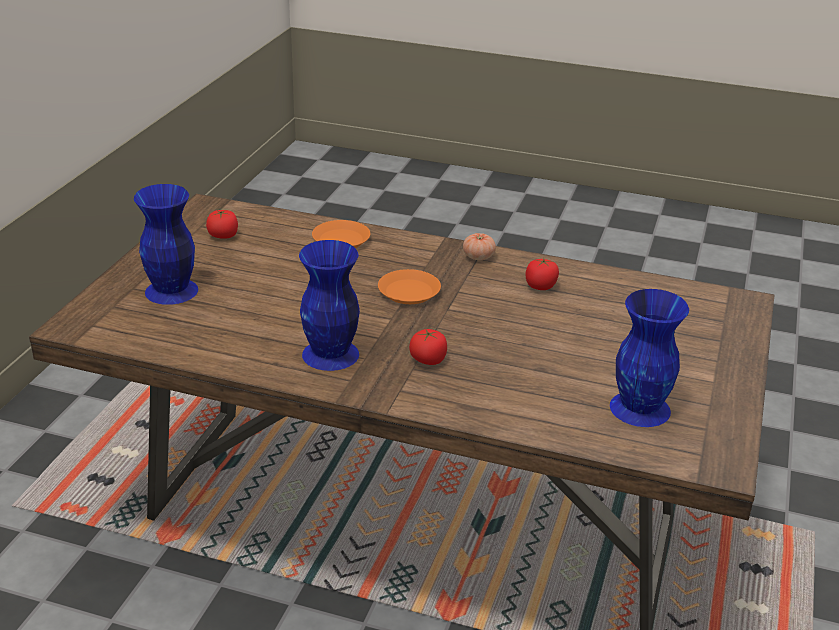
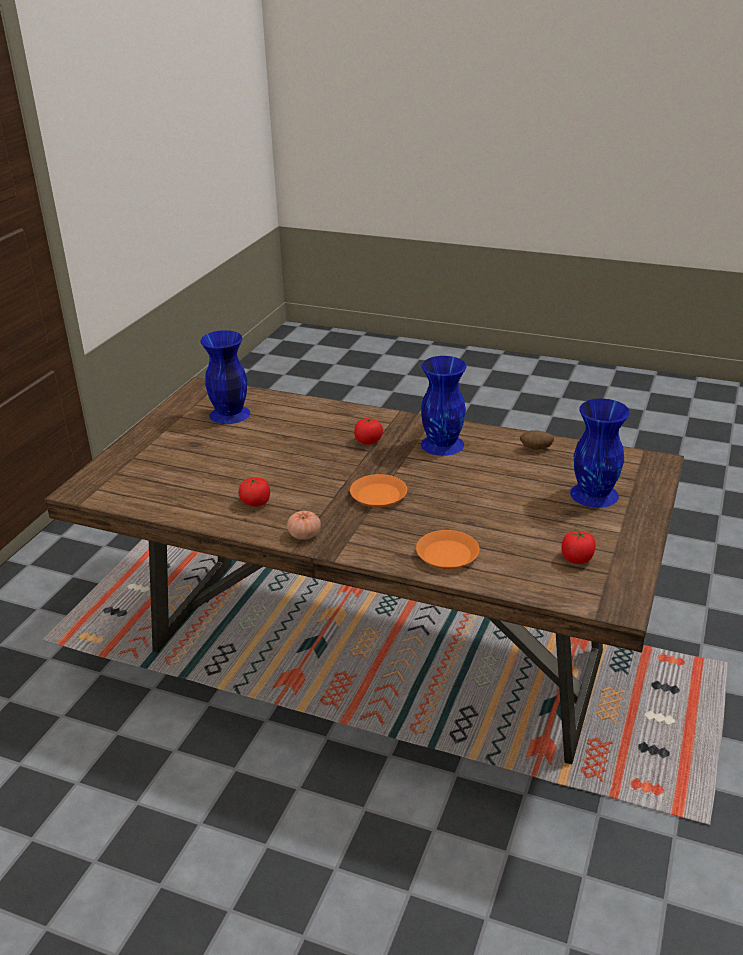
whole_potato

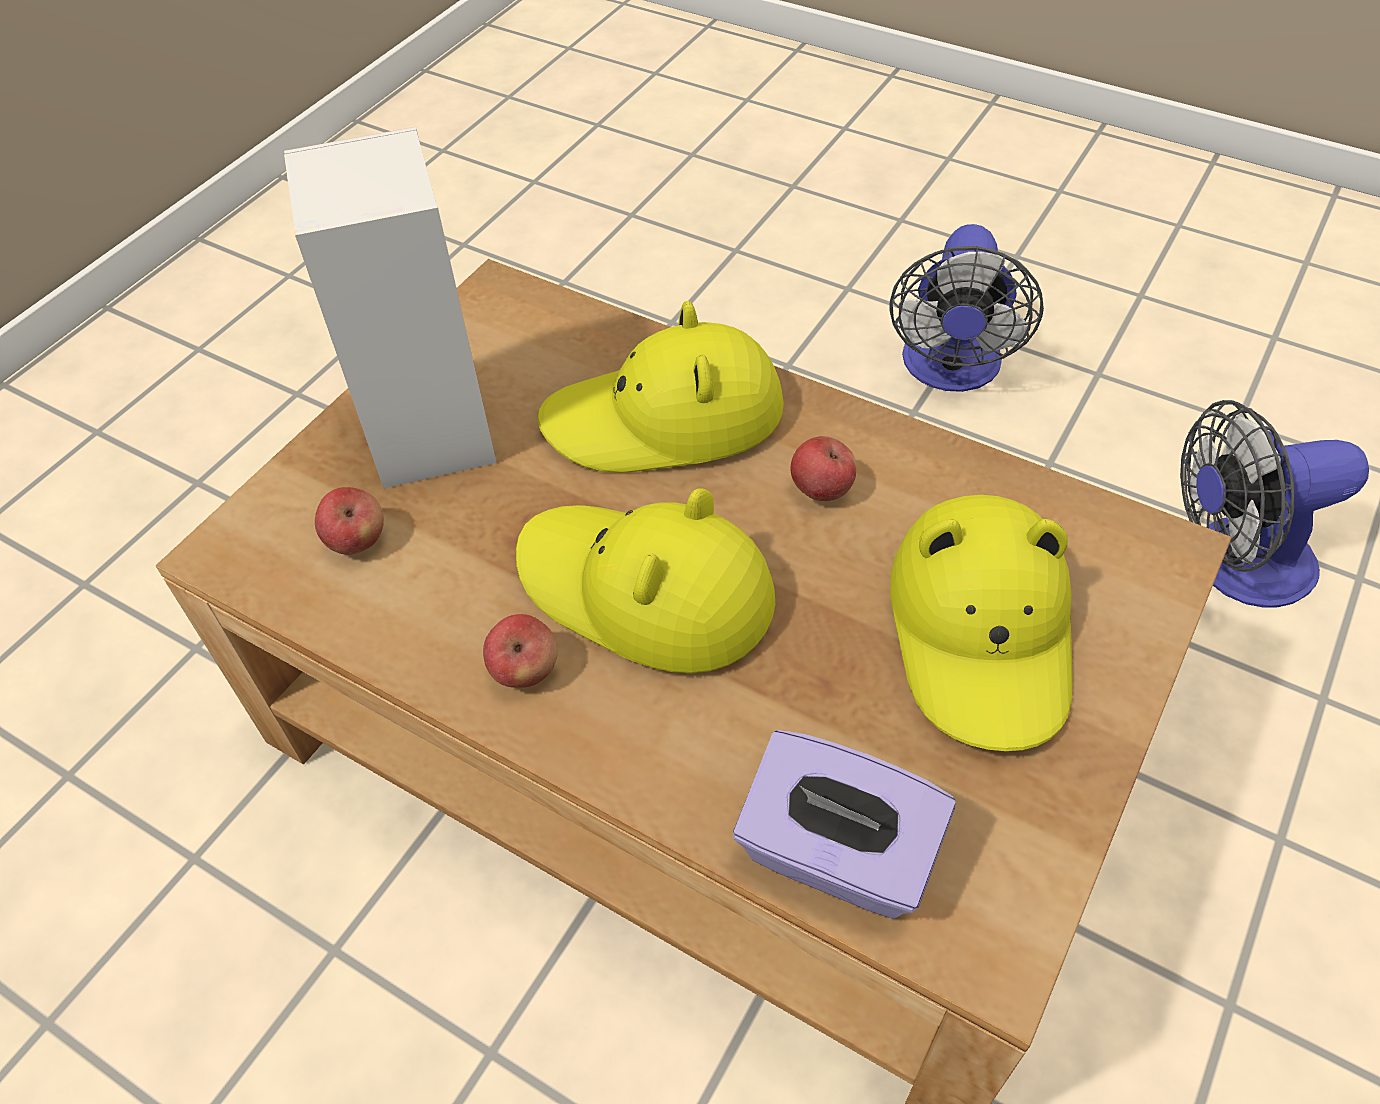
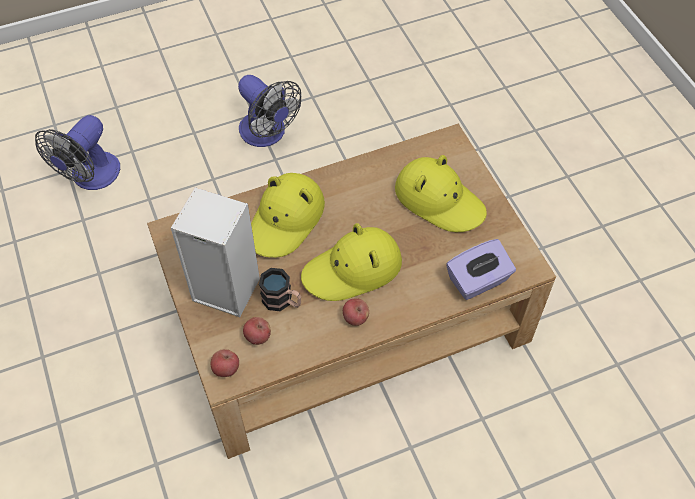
tea_mug
whole_apple (no. 1 from left)
cooling_fan (no. 1 from left)

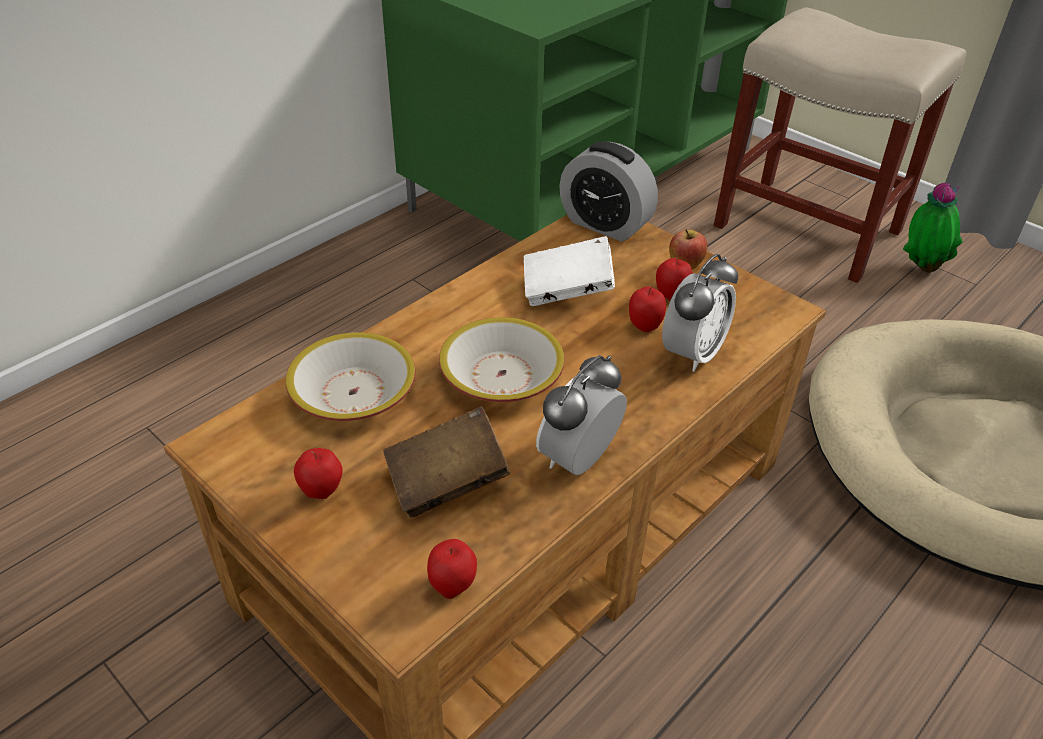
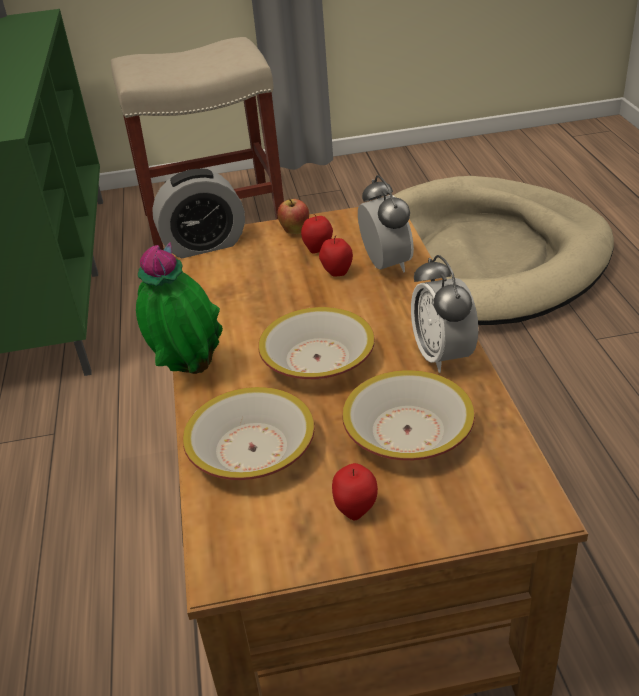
whole_apple (no. 2 from left in the first image)
white_bound_book
potted_plant
bowl (no. 3 from left)

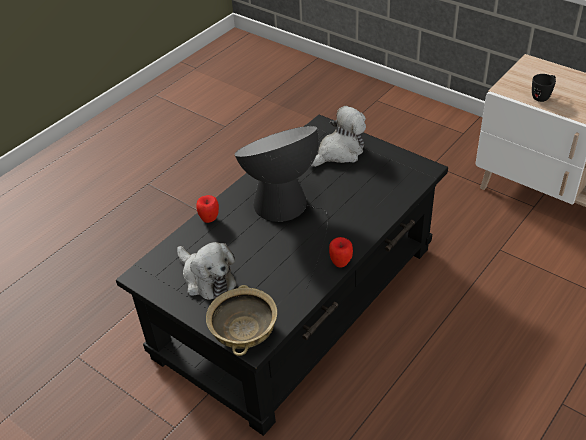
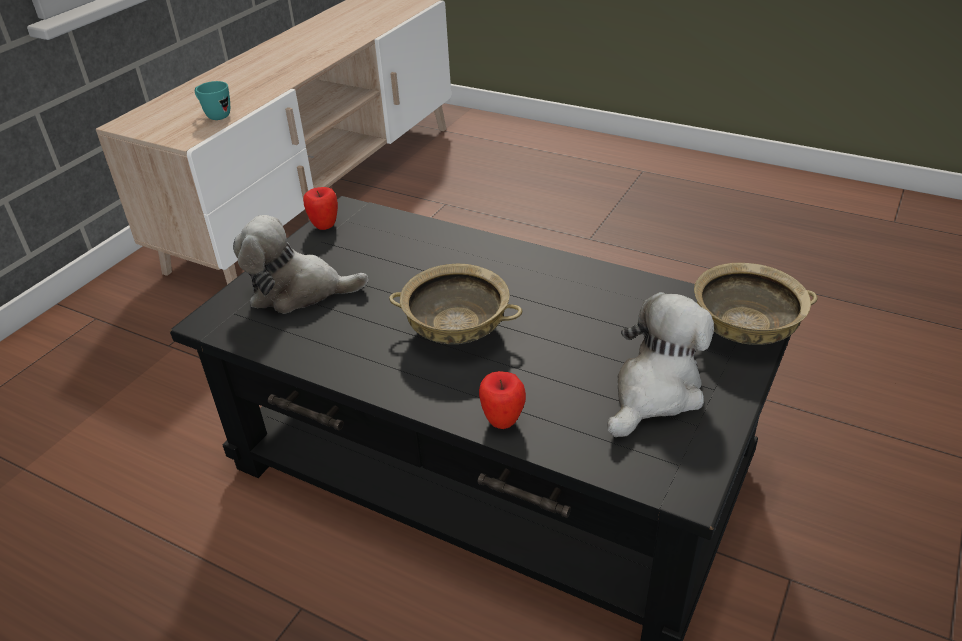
whole_apple (no. 1 from left)
sand-coloured_bowl (no. 1 from left)
blue-green_tea_mug
cuddly_toy (no. 1 from left)

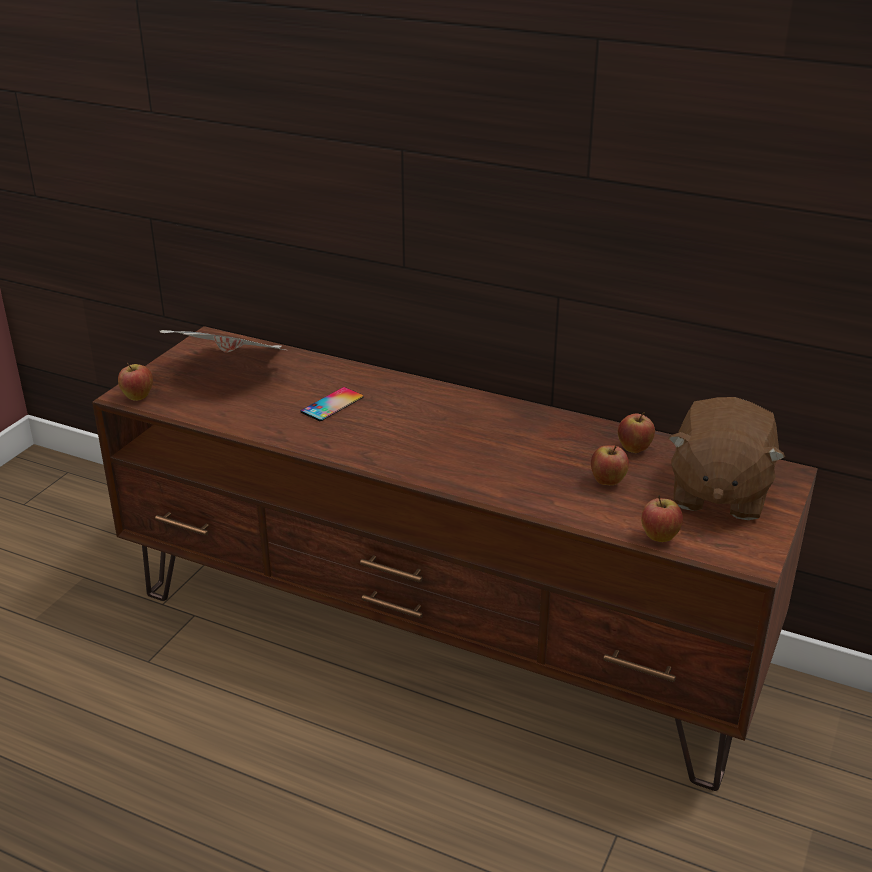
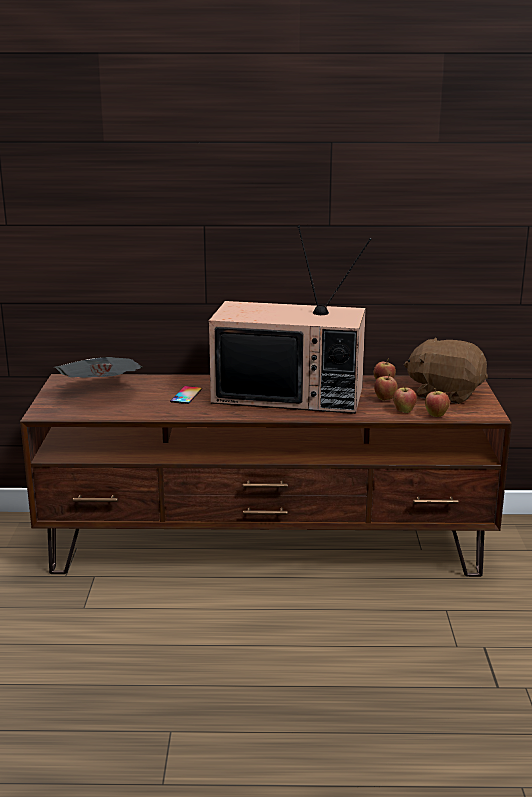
television
whole_apple (no. 3 from left)
brown_cuddly_toy

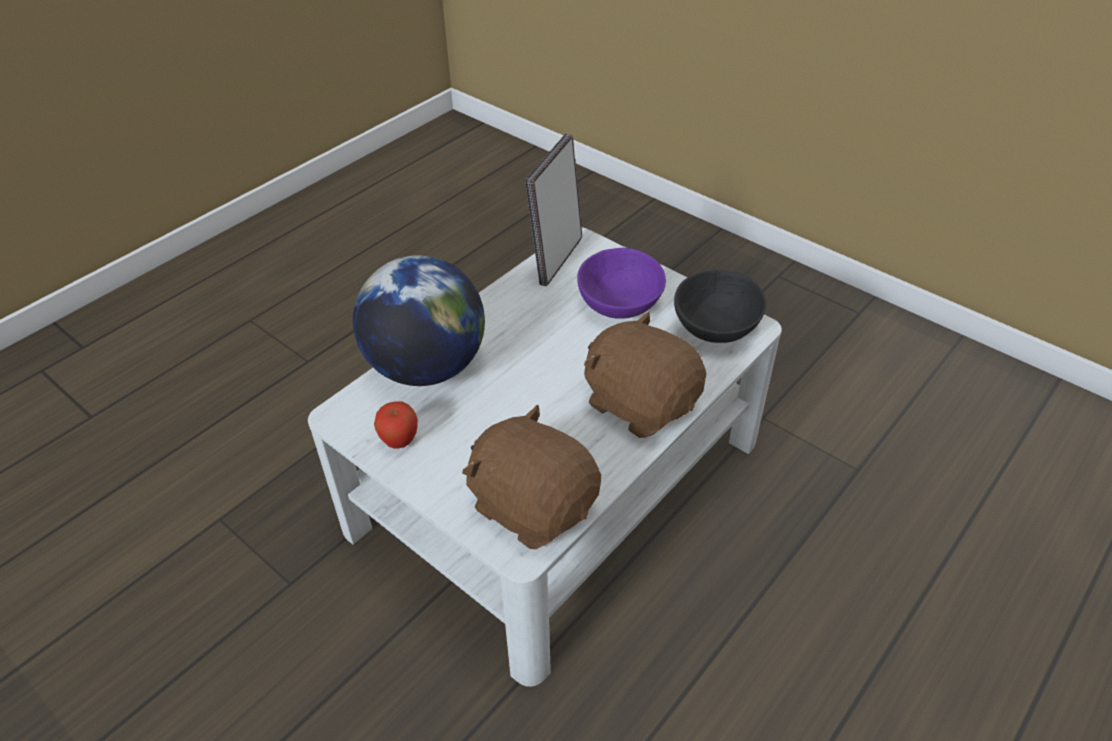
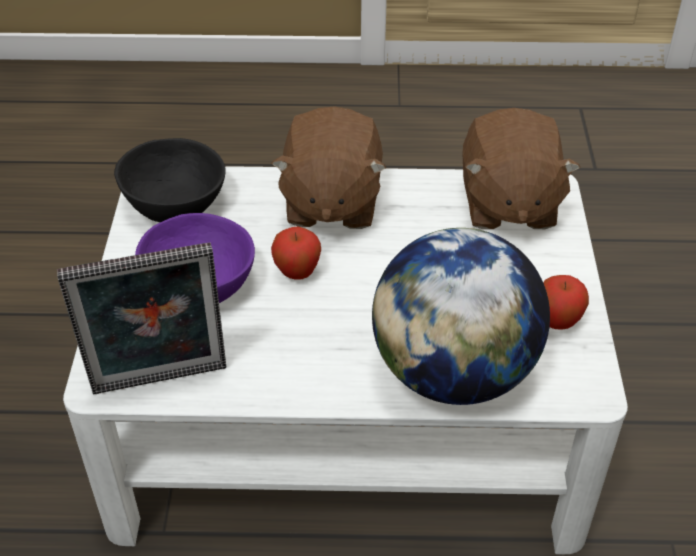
whole_apple (no. 1 from left)

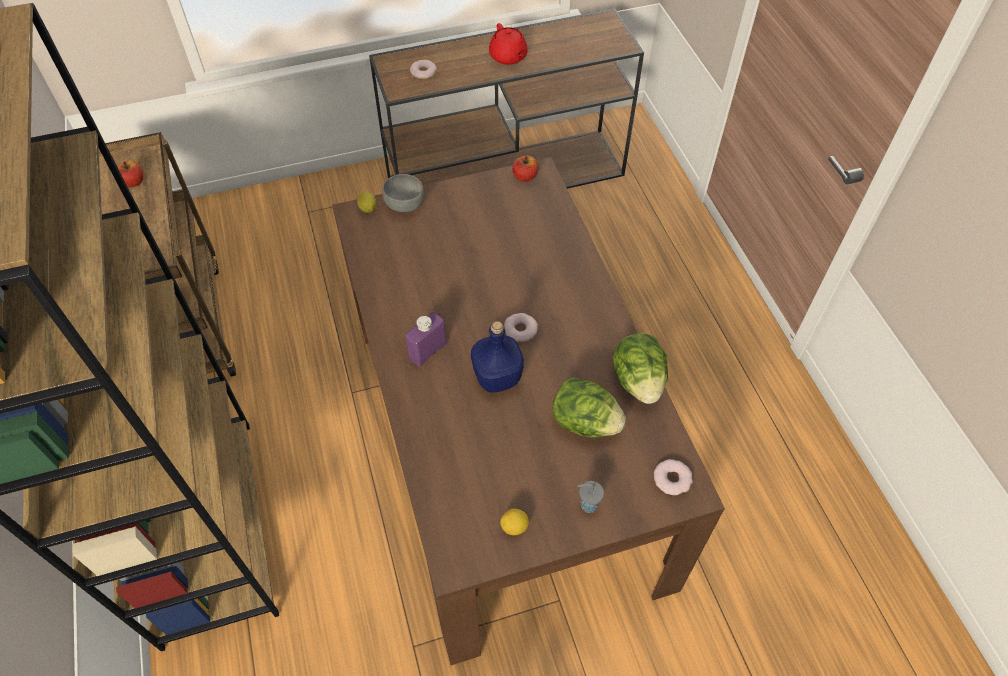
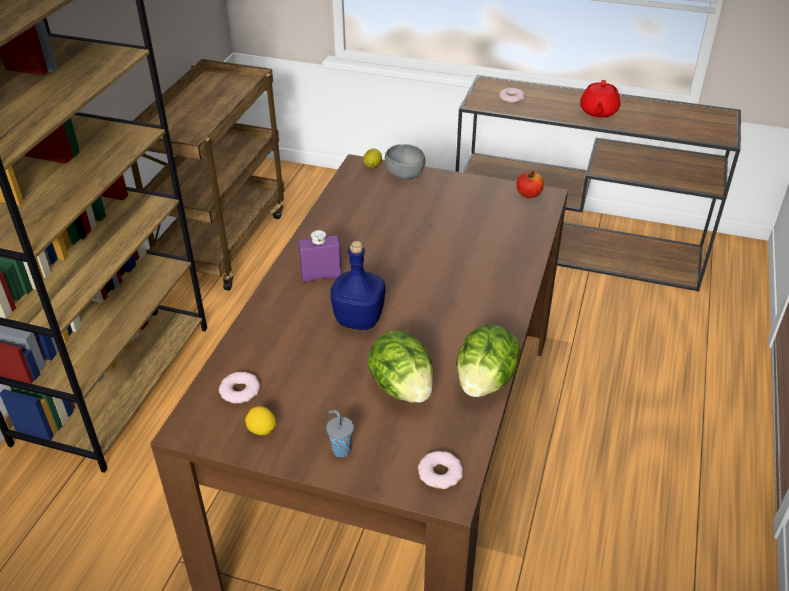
whole_apple (no. 1 from left in the first image)
doughnut (no. 1 from left)

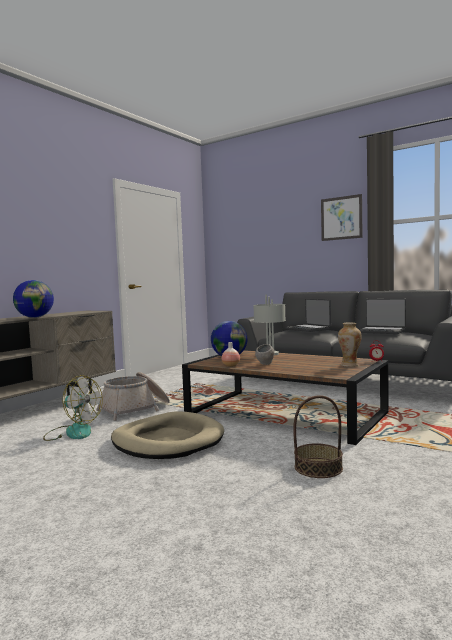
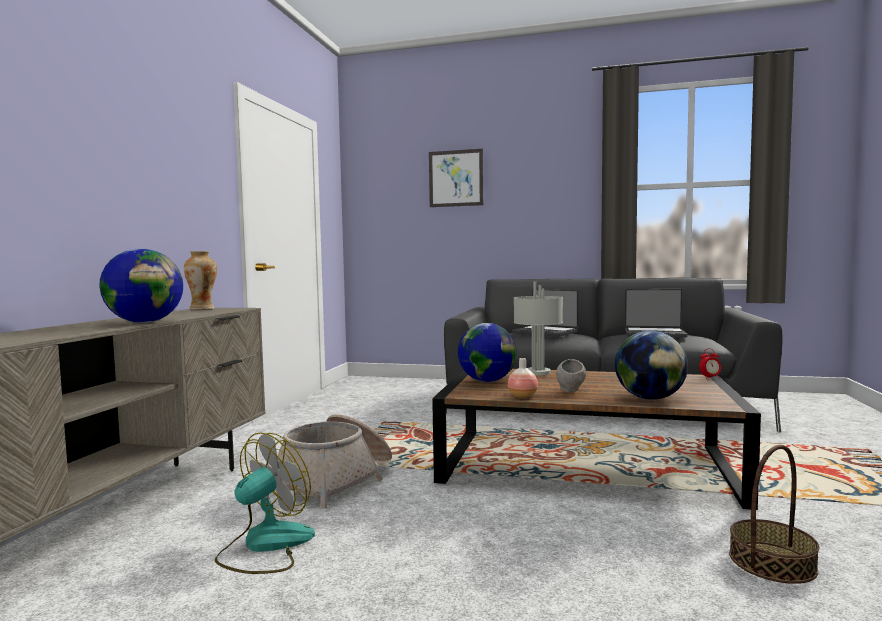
sand-coloured_dog_cushion
desk_globe (no. 3 from left)
picture
decorative_vase (no. 1 from left)
cooling_fan

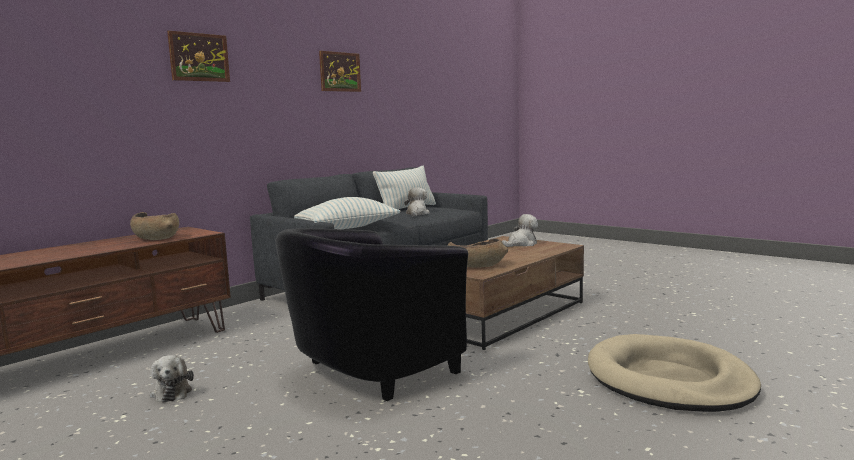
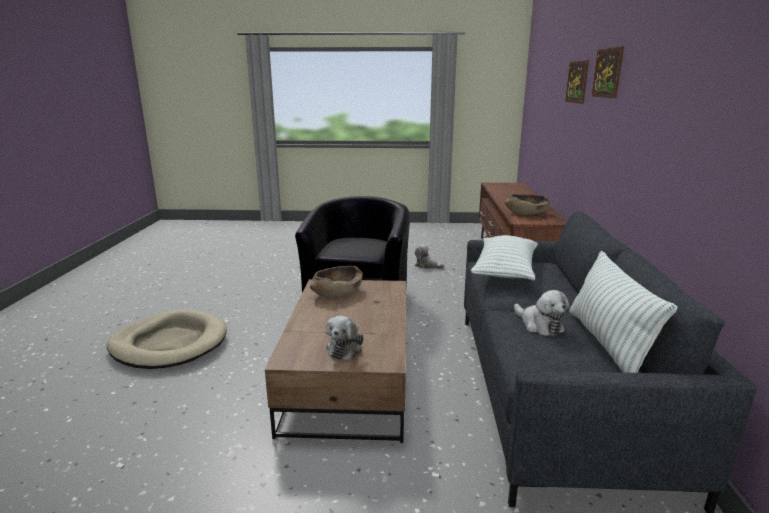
picture (no. 1 from left)

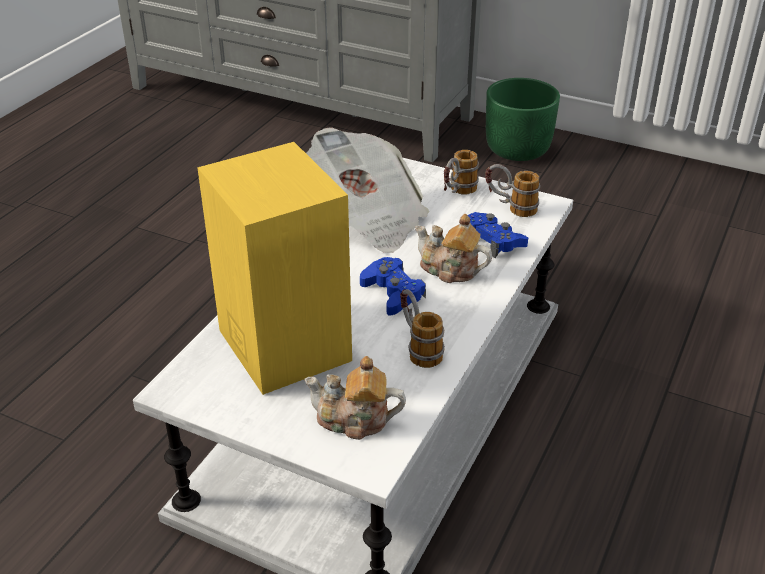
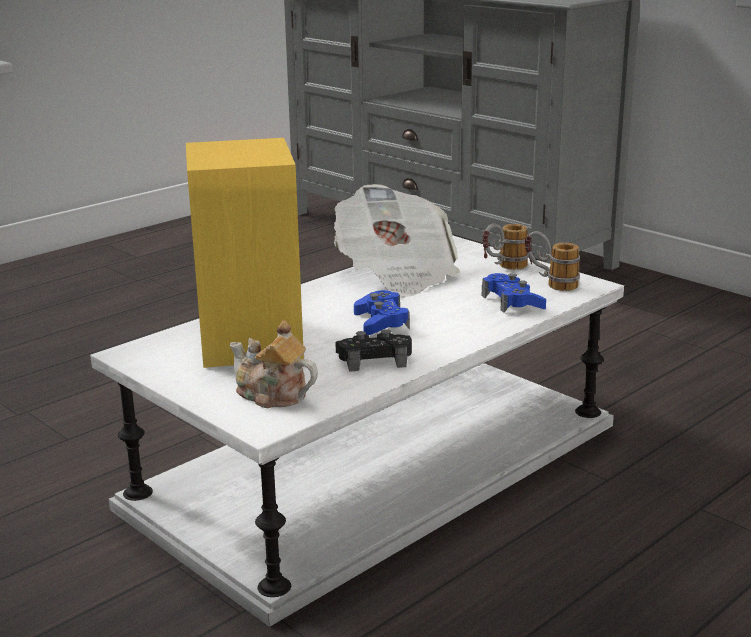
teapot (no. 2 from left in the first image)
green_flower_pot
black_gamepad

